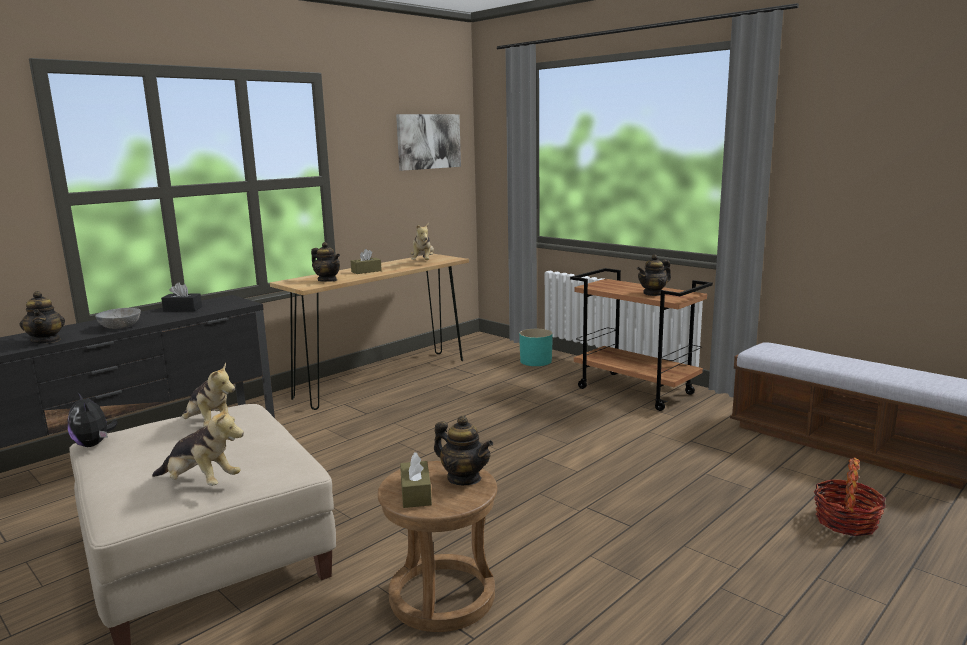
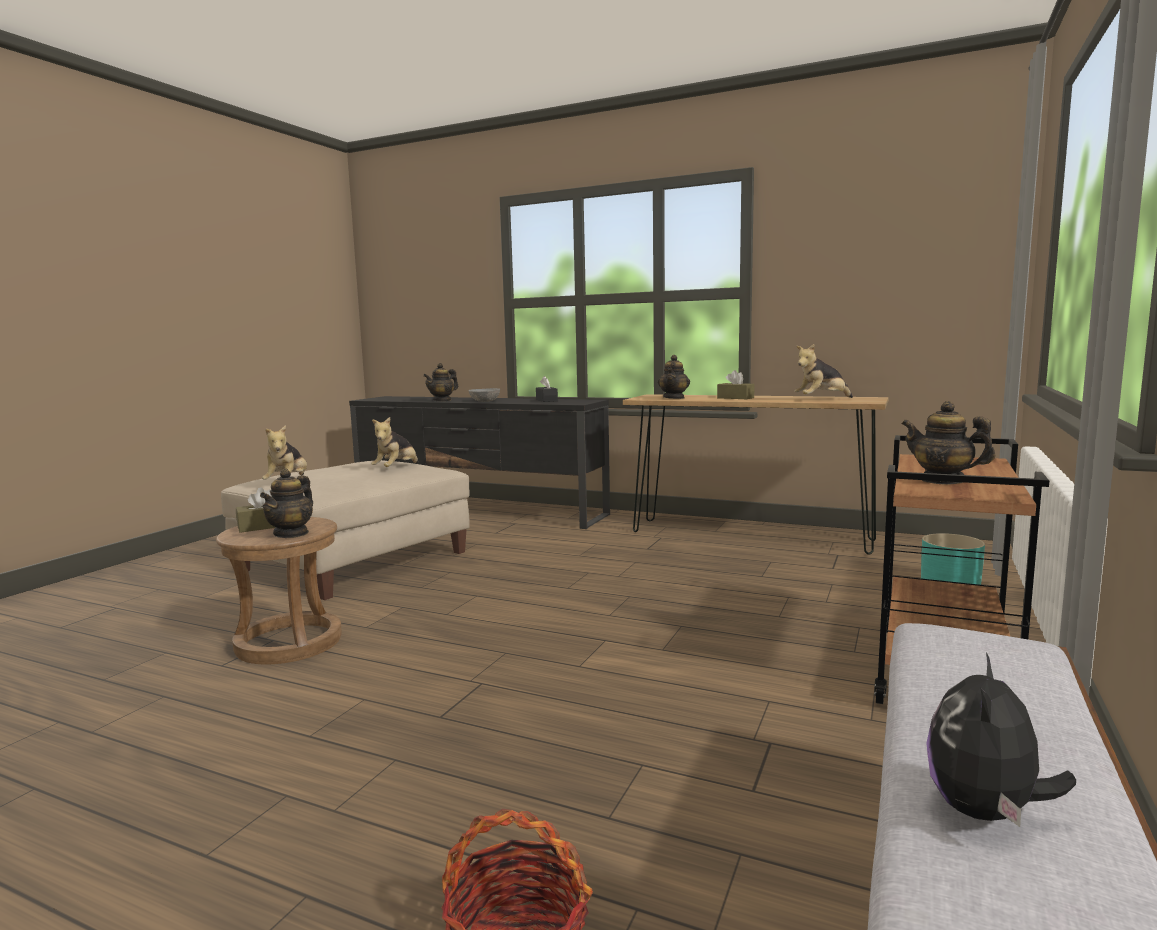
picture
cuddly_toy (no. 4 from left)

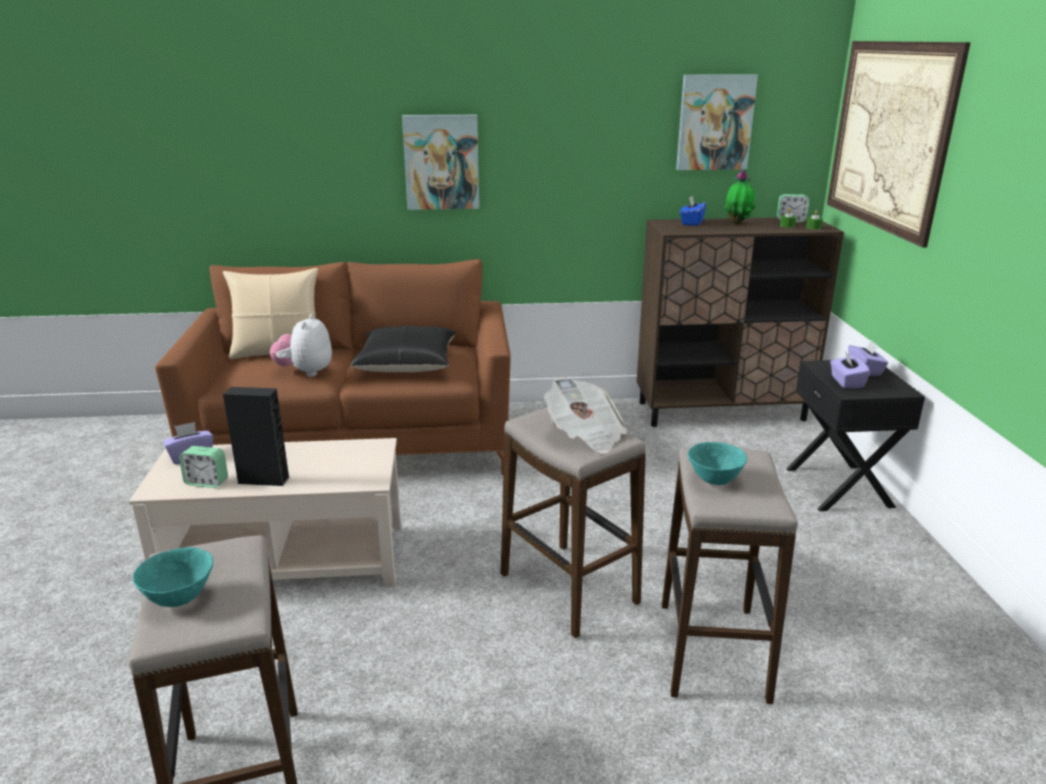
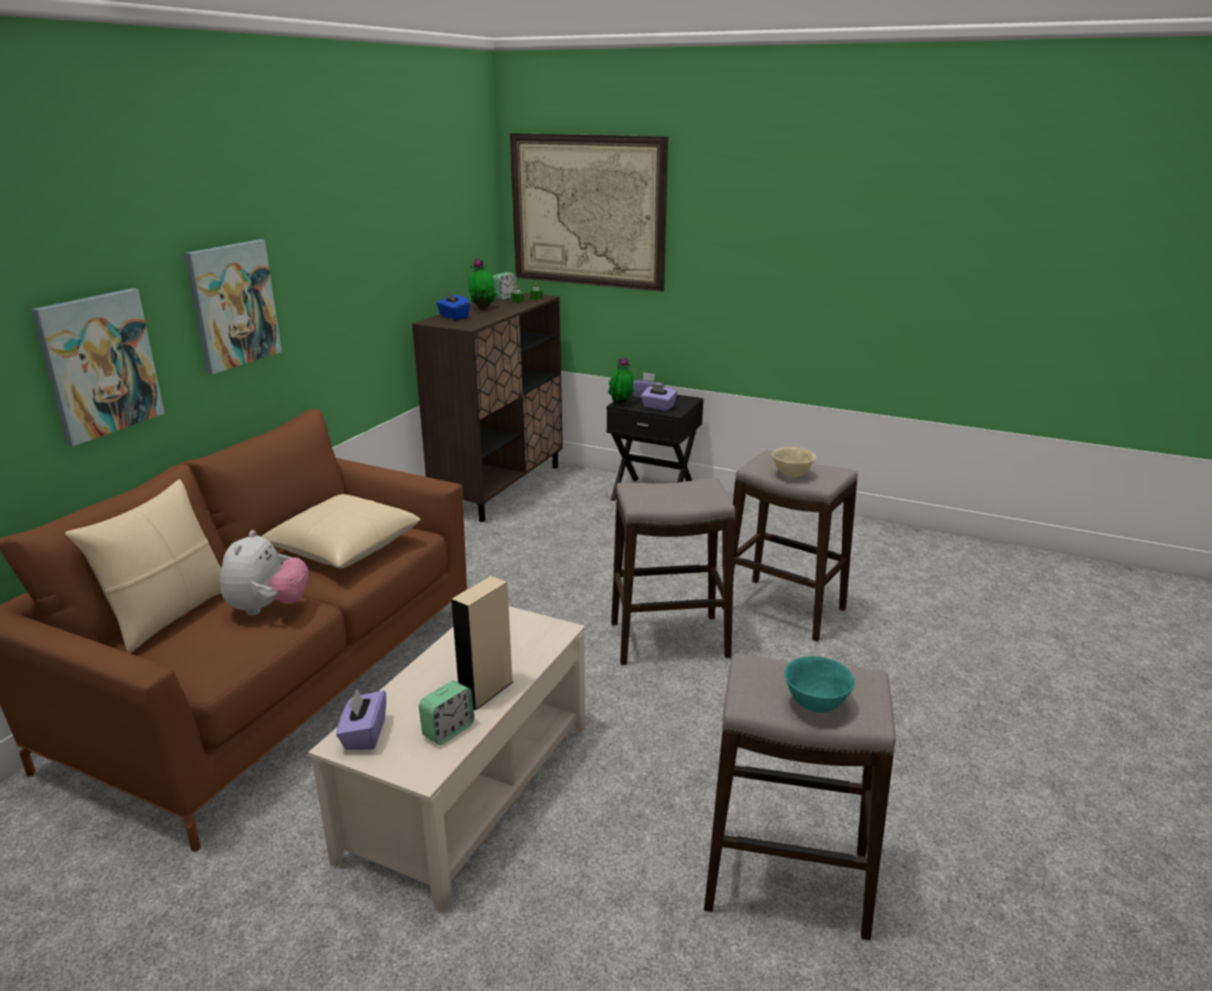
newspaper
potted_plant (no. 2 from left)
picture (no. 1 from left)
sand-coloured_audio_speaker
sand-coloured_cushion (no. 2 from left)
sand-coloured_bowl
cuddly_toy

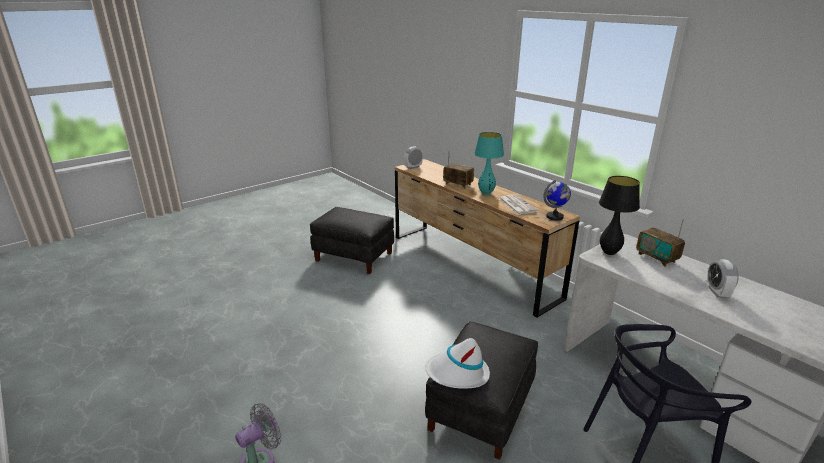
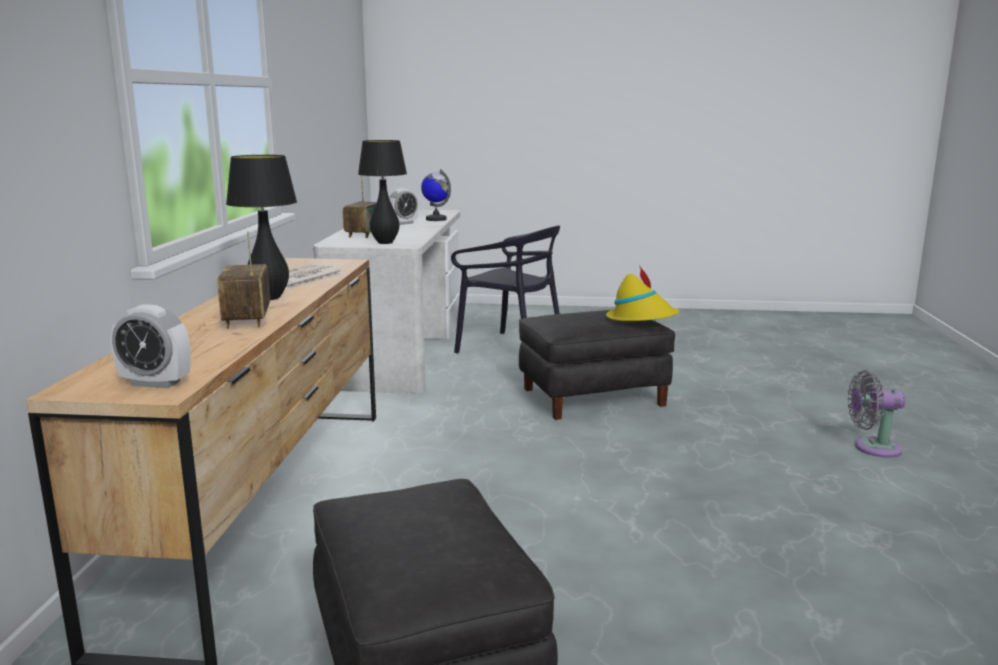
desk_globe
yellowish_hat
black_lamp_for_a_table (no. 1 from left)

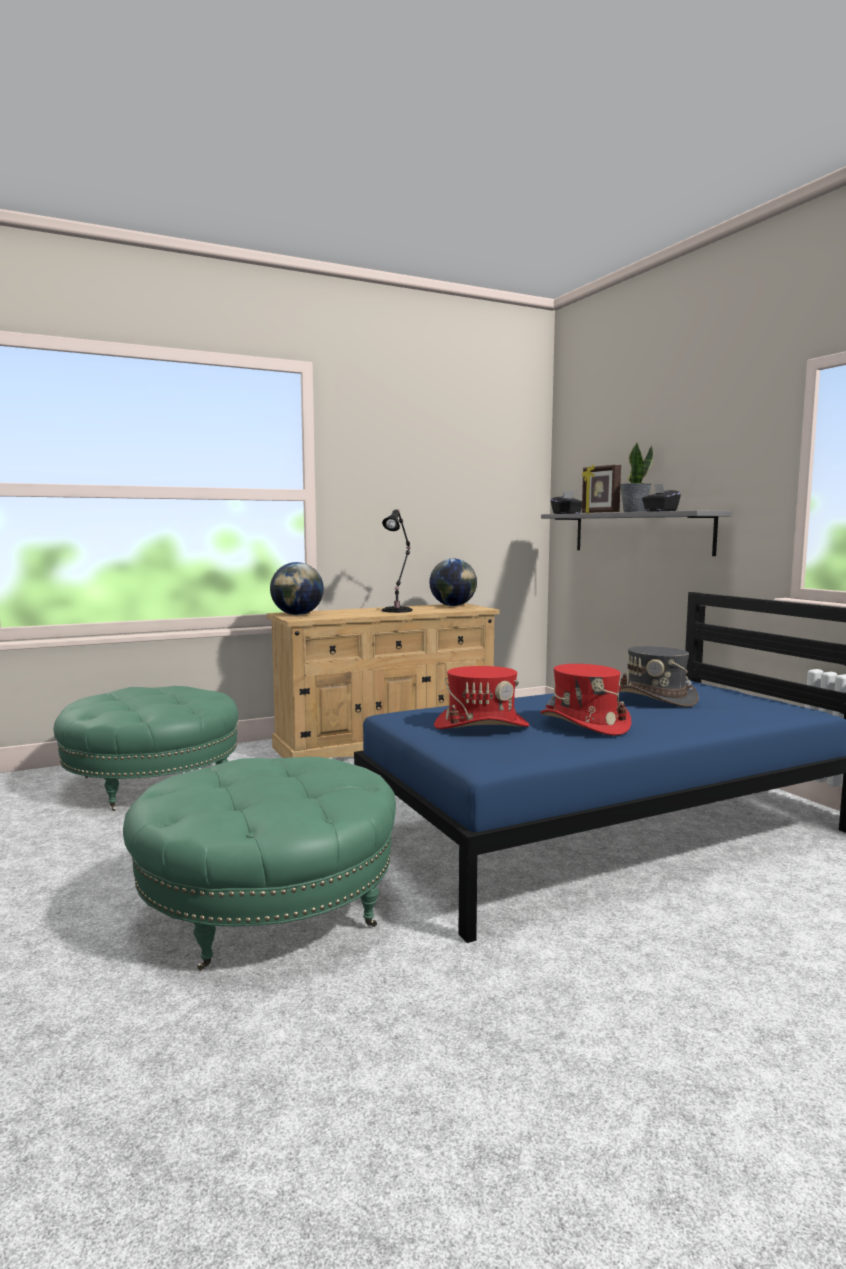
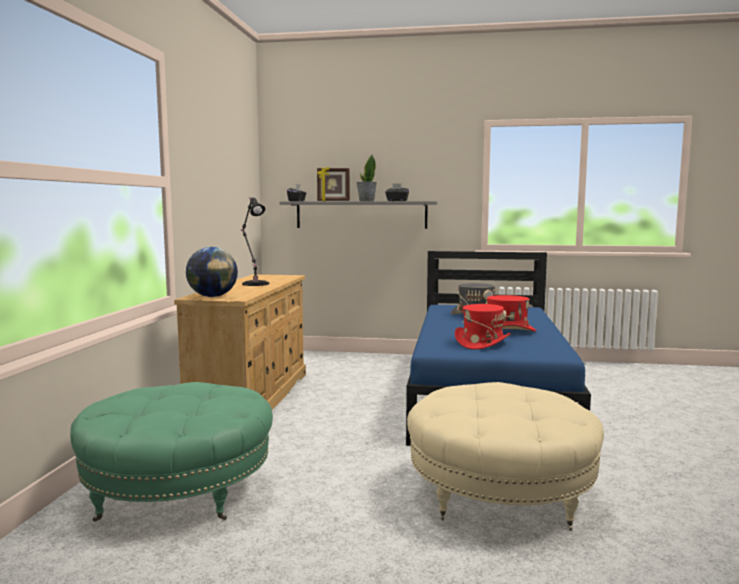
desk_globe (no. 2 from left in the first image)
sand-coloured_ottoman

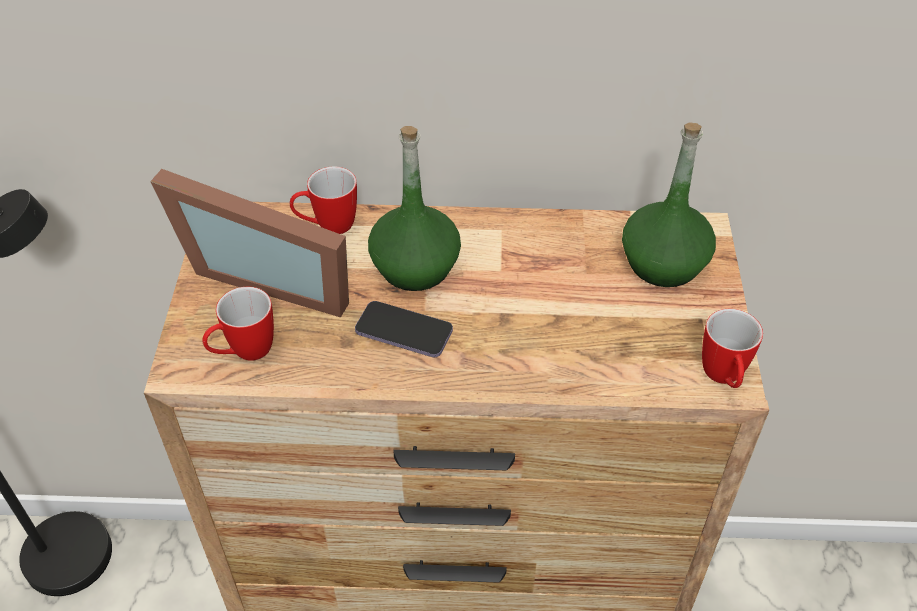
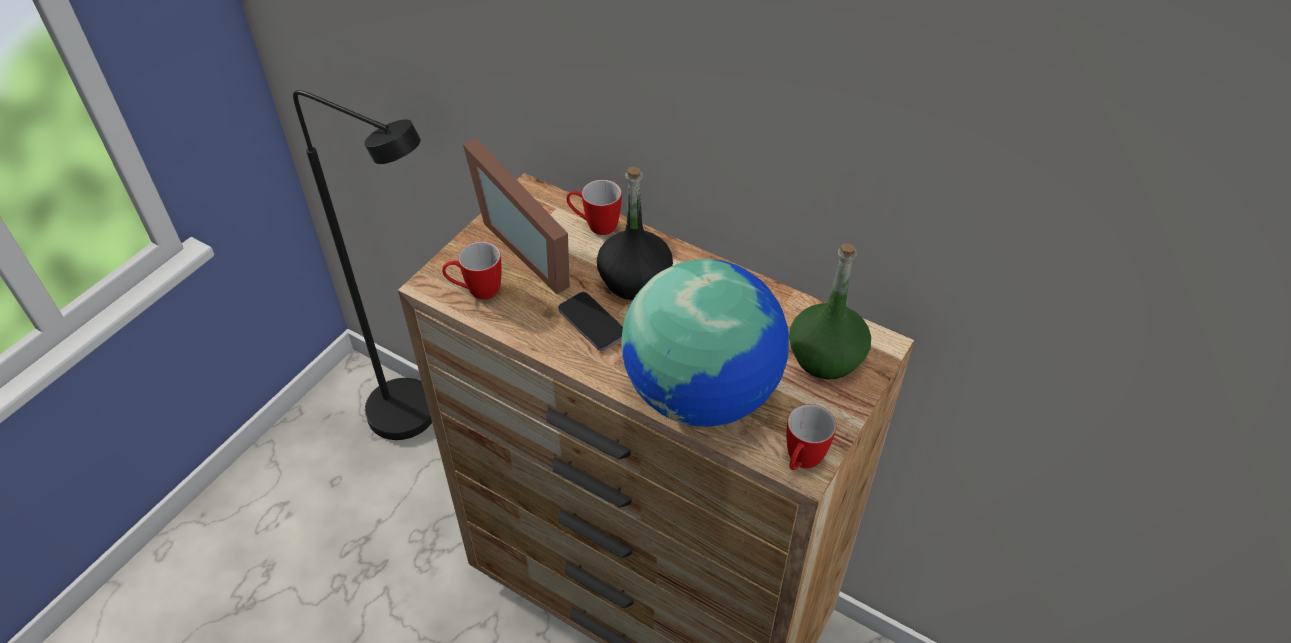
desk_globe
black_beverage_bottle

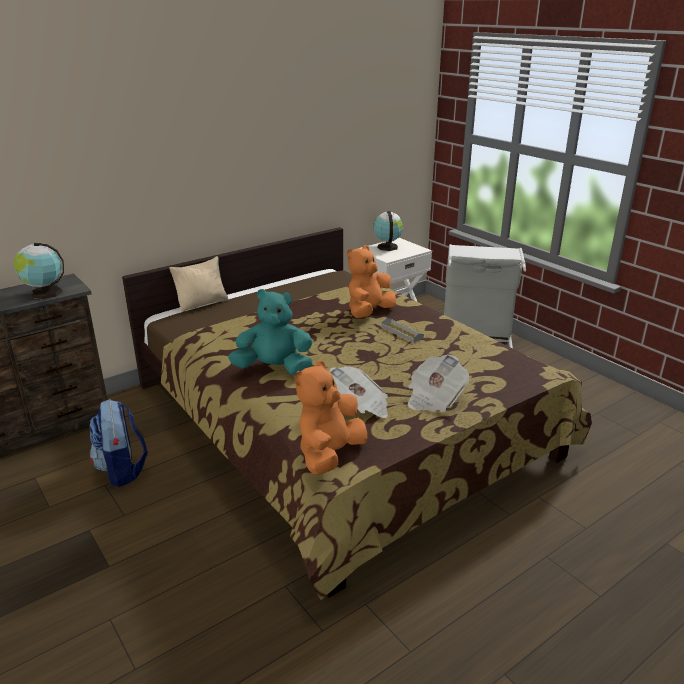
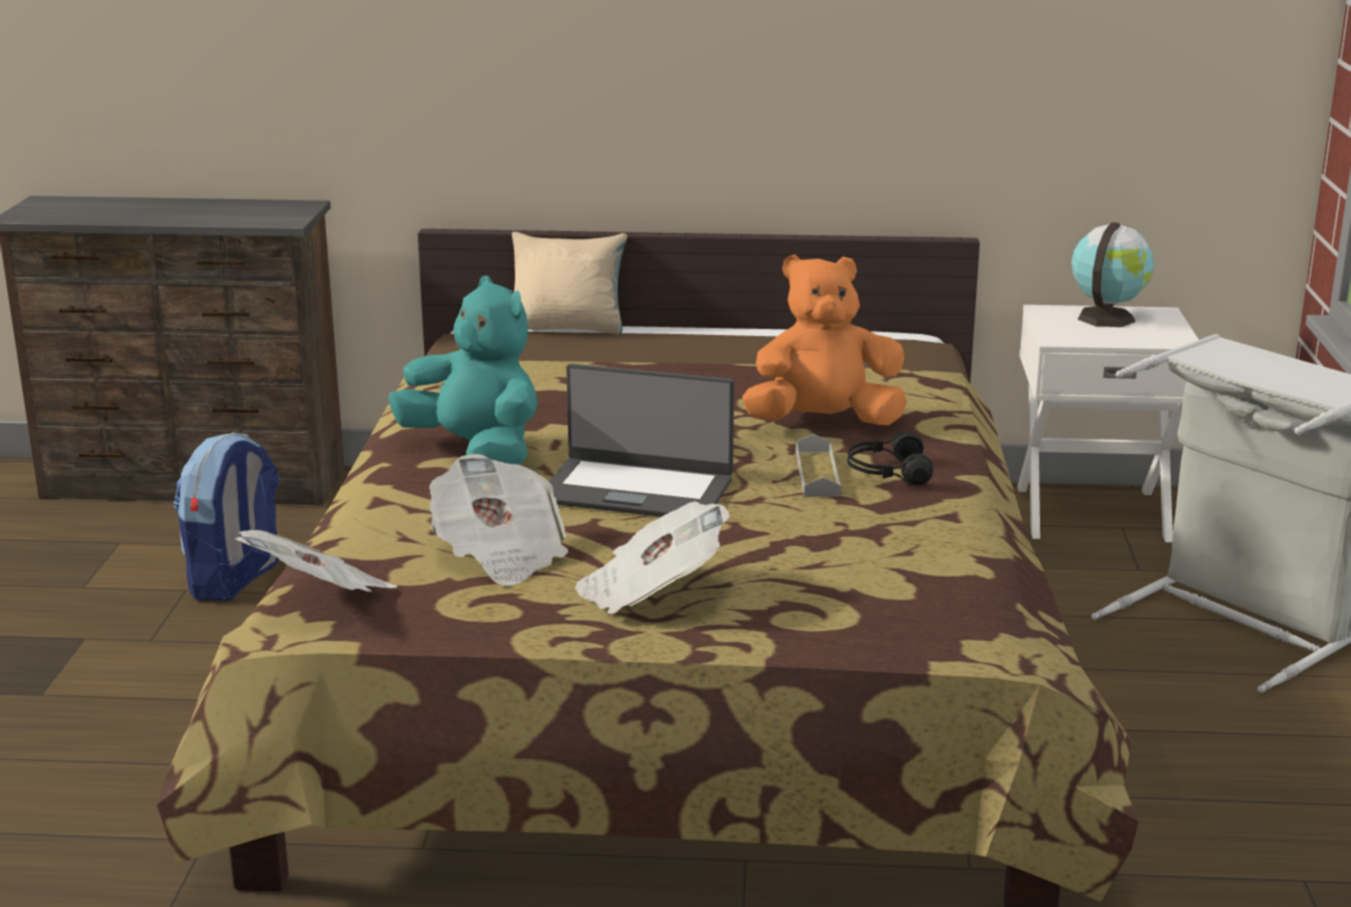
desk_globe (no. 1 from left in the first image)
portable_computer
black_headset
newspaper (no. 1 from left)

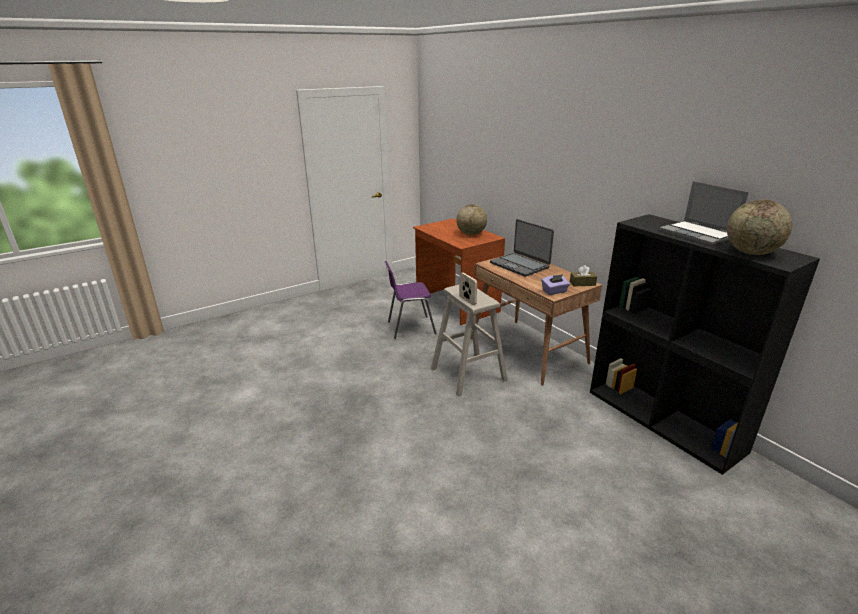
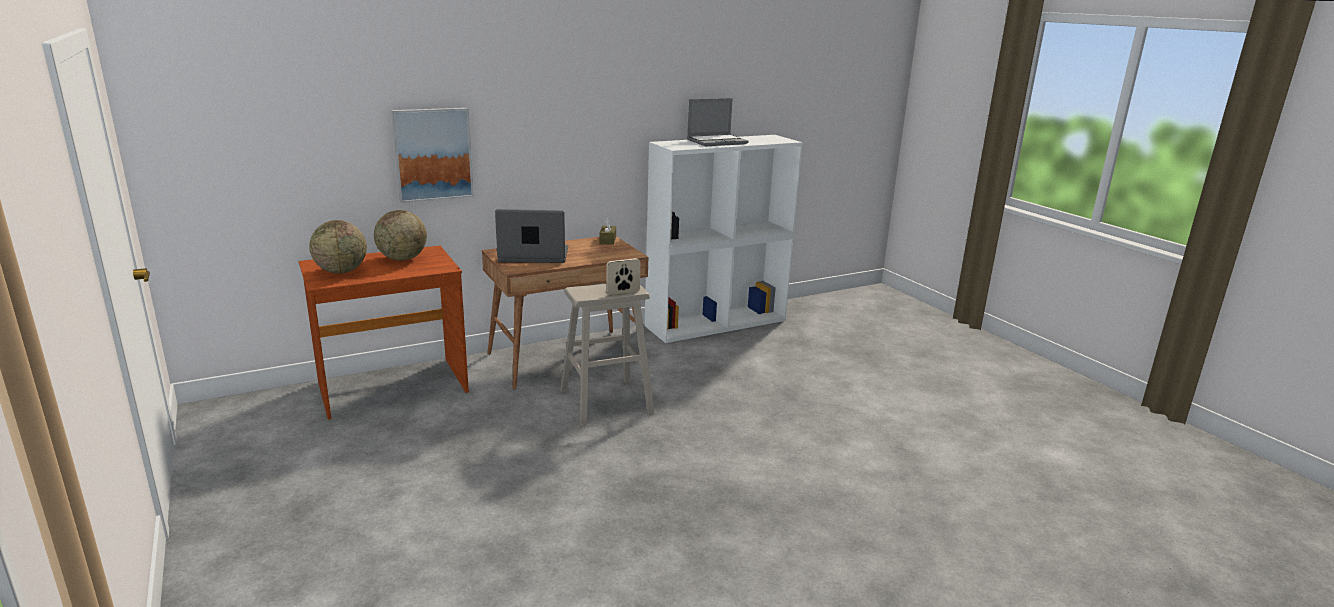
purplish_upright_chair
purplish_box_of_tissues
picture
desk_globe (no. 1 from left)
white_bookshelf
portable_computer (no. 1 from left)

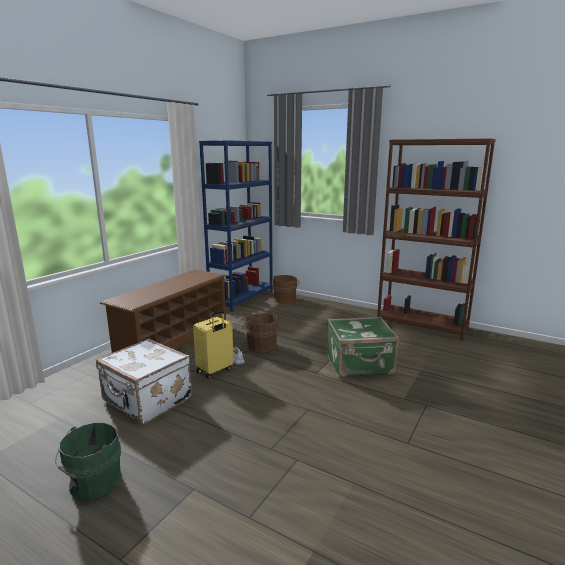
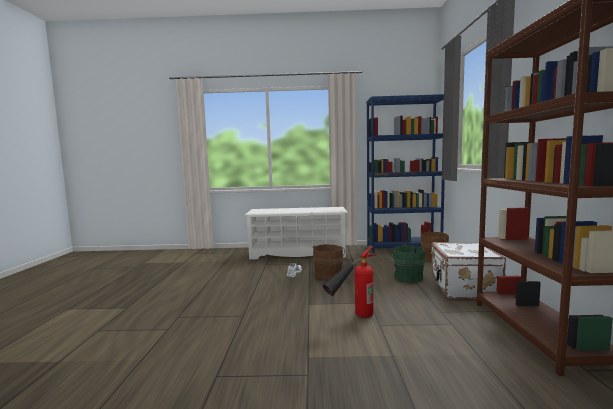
yellowish_suitcase
green_pail
white_suitcase
fire_extinguisher
white_shoe_rack

